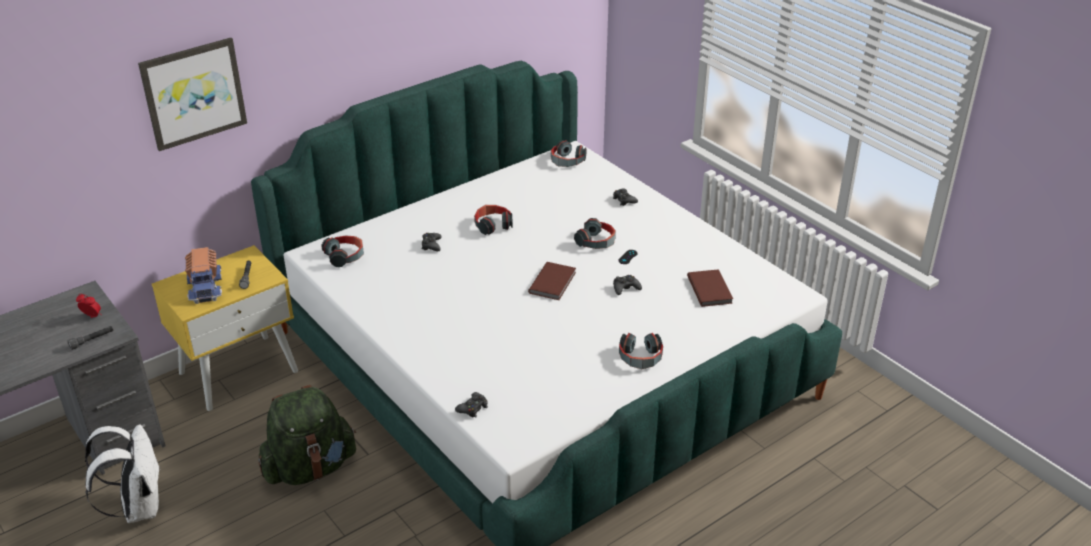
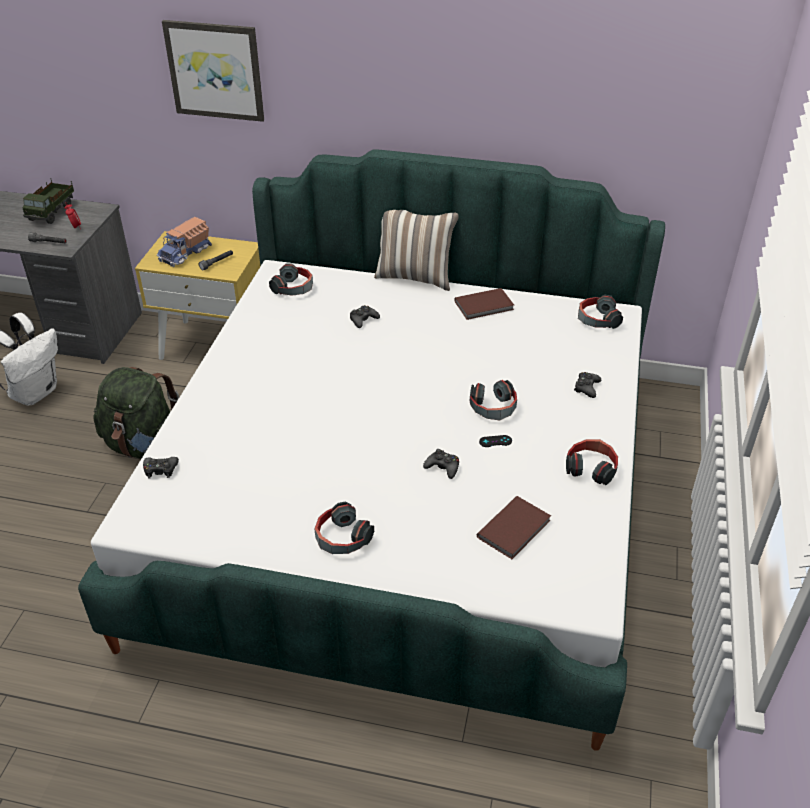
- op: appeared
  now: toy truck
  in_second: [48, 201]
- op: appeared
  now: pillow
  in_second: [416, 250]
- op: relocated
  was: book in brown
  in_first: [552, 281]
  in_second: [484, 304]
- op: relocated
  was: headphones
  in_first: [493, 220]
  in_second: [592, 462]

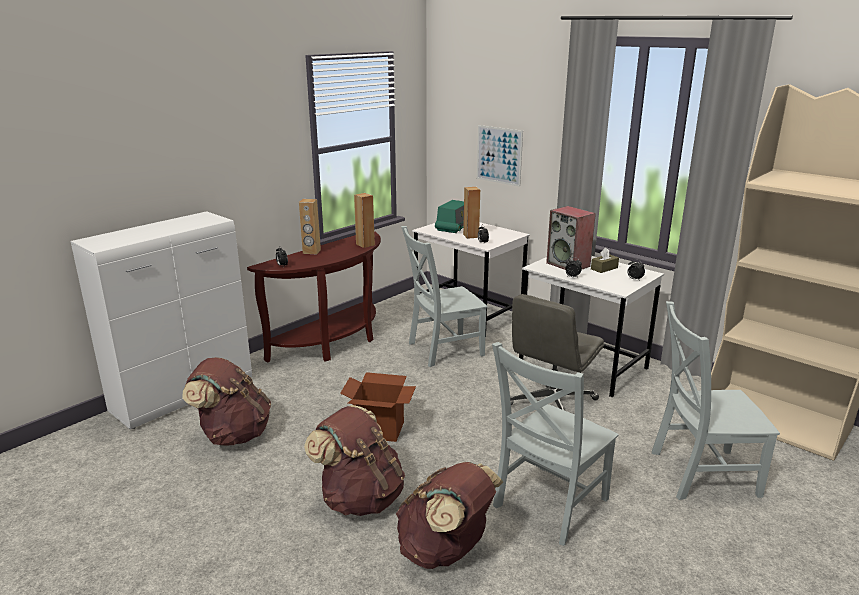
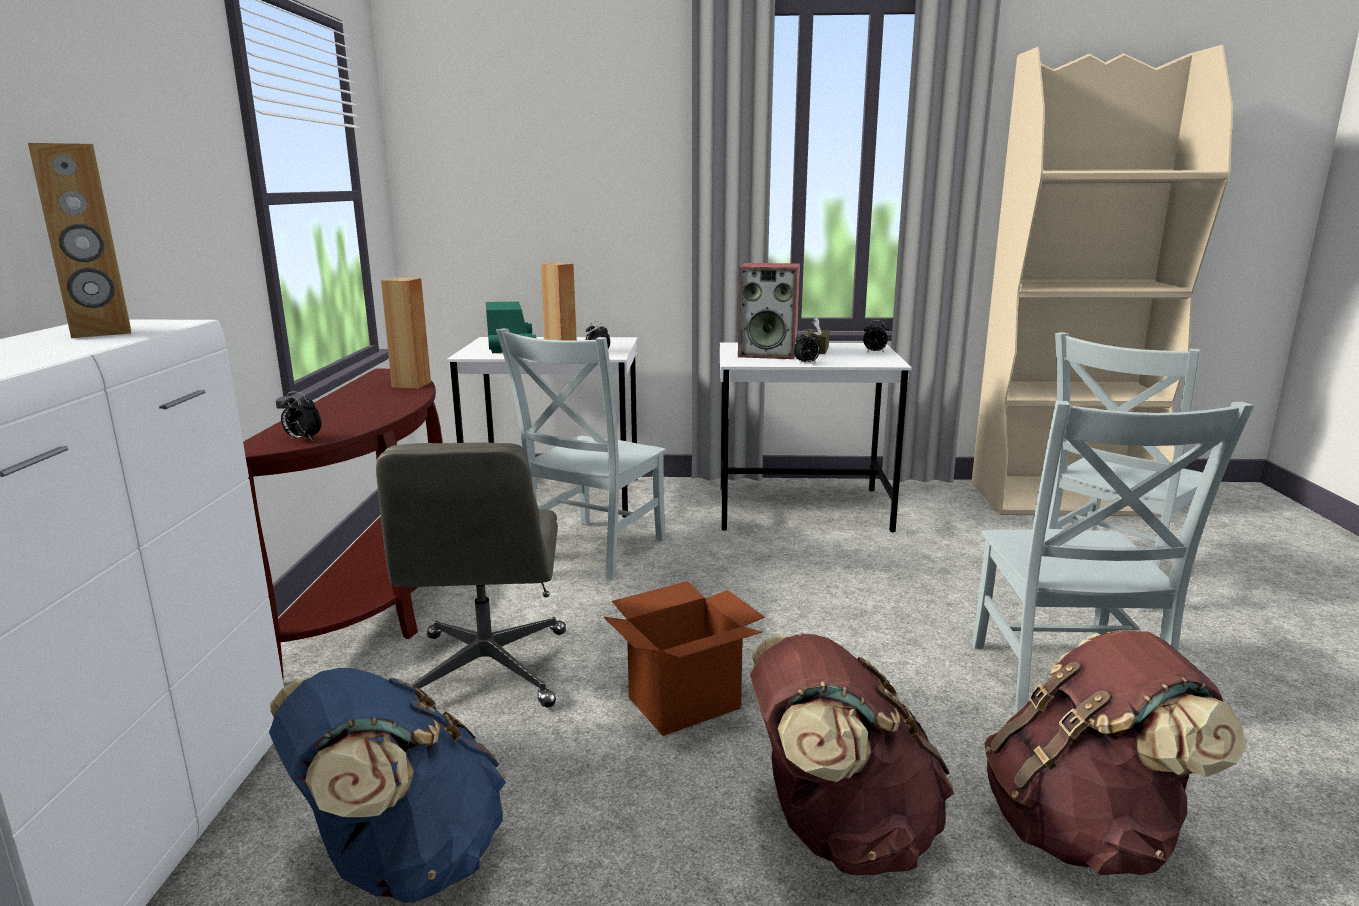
- op: relocated
  was: speaker in brown
  in_first: [310, 226]
  in_second: [79, 240]
- op: colour
  was: backpack in brown
  now: backpack in blue
  in_first: [226, 401]
  in_second: [387, 785]
- op: relocated
  was: office chair in grey
  in_first: [557, 352]
  in_second: [471, 574]
- op: missing
  was: picture
  in_first: [500, 156]

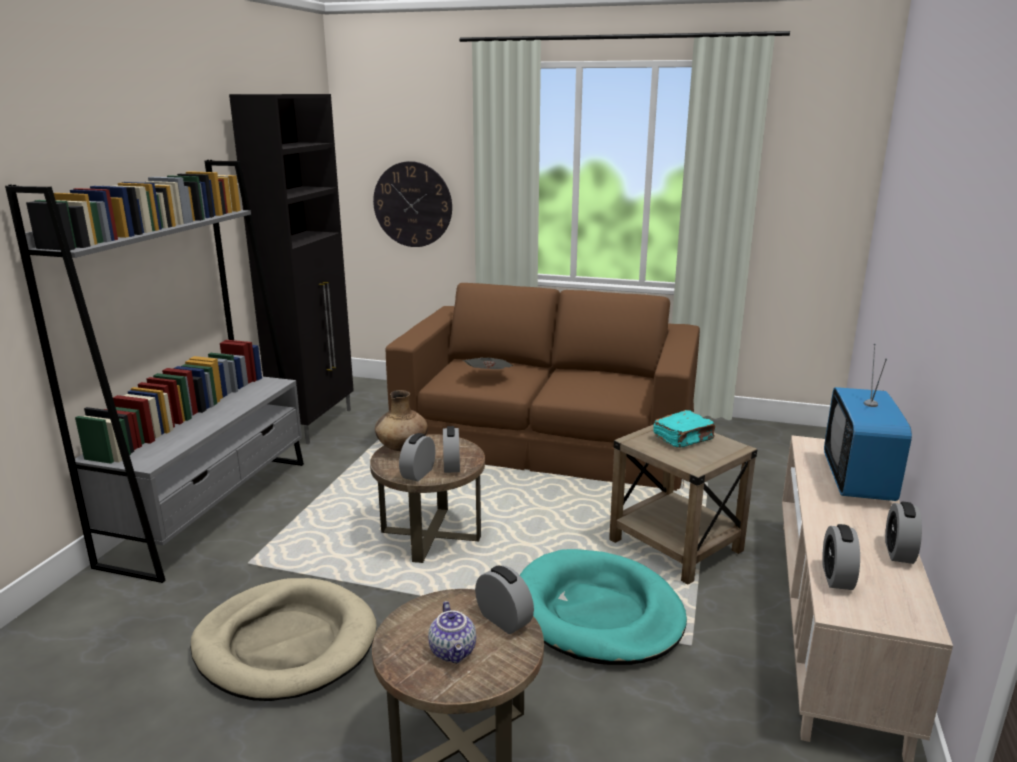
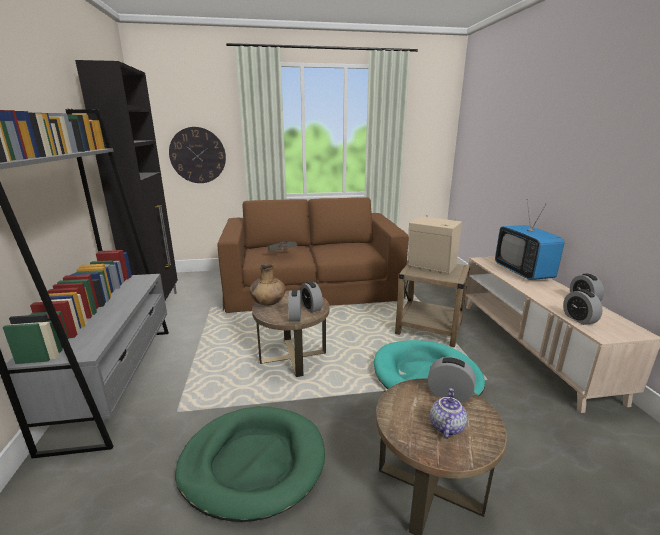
- op: colour
  was: dog bed in beige
  now: dog bed in green
  in_first: [283, 639]
  in_second: [250, 464]
- op: exchanged
  was: book in turquoise
  now: speaker in beige
  in_first: [684, 429]
  in_second: [435, 244]
- op: spun
  was: teapot
  in_first: [452, 632]
  in_second: [448, 413]
  clockwise: -120

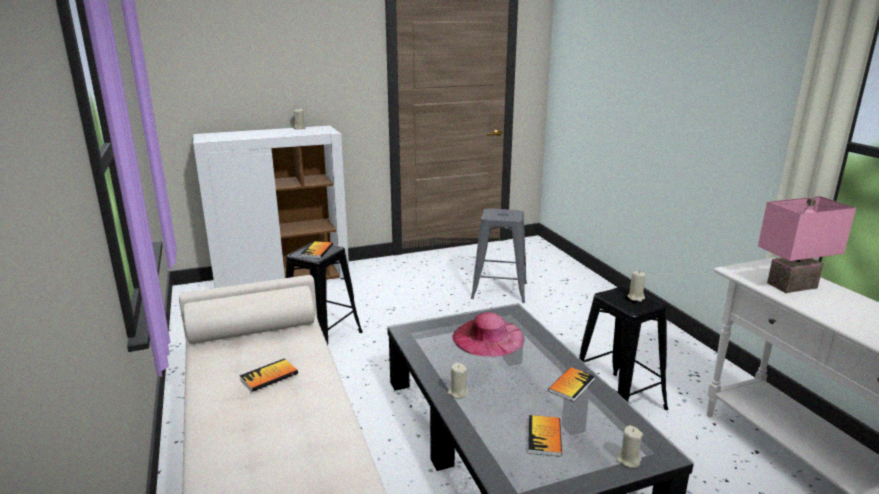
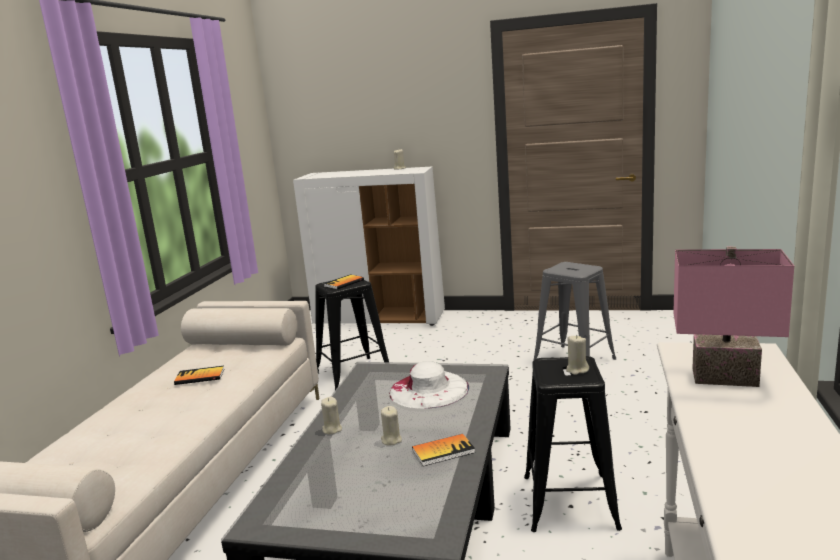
- op: relocated
  was: candle in beige
  in_first: [629, 447]
  in_second: [391, 425]
- op: colour
  was: hat in pink
  now: hat in white
  in_first: [488, 334]
  in_second: [429, 385]
- op: missing
  was: book
  in_first: [545, 436]

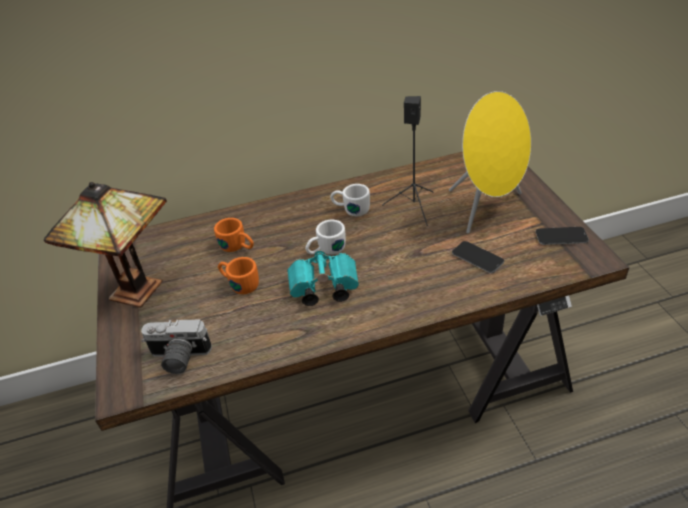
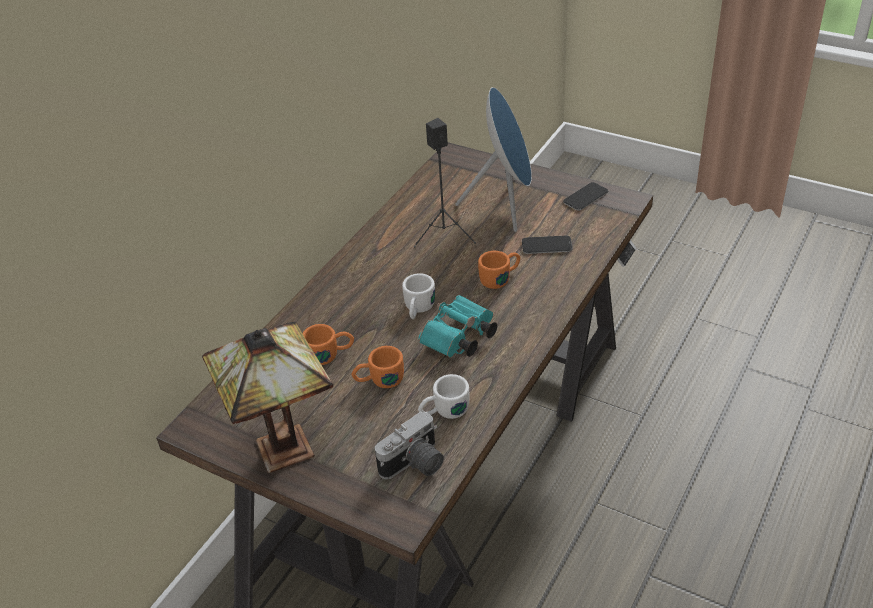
- op: relocated
  was: mug in white
  in_first: [350, 200]
  in_second: [443, 396]
- op: colour
  was: speaker in yellow
  now: speaker in blue
  in_first: [490, 162]
  in_second: [493, 159]
- op: appeared
  now: mug in orange
  in_second: [499, 270]

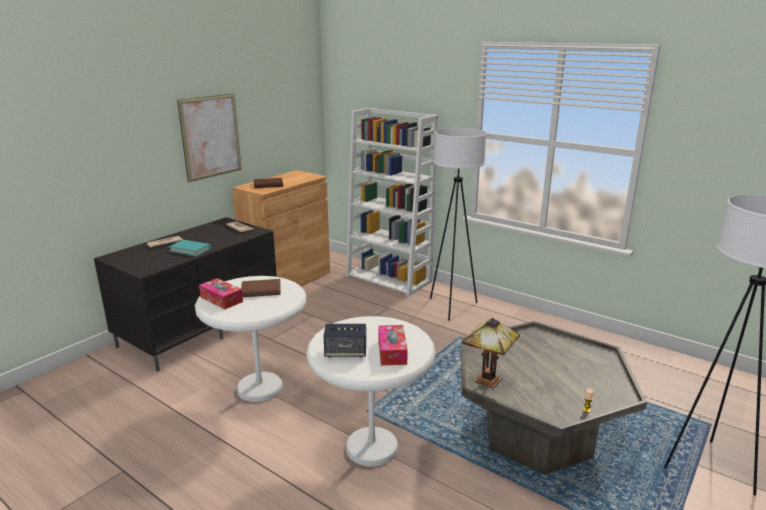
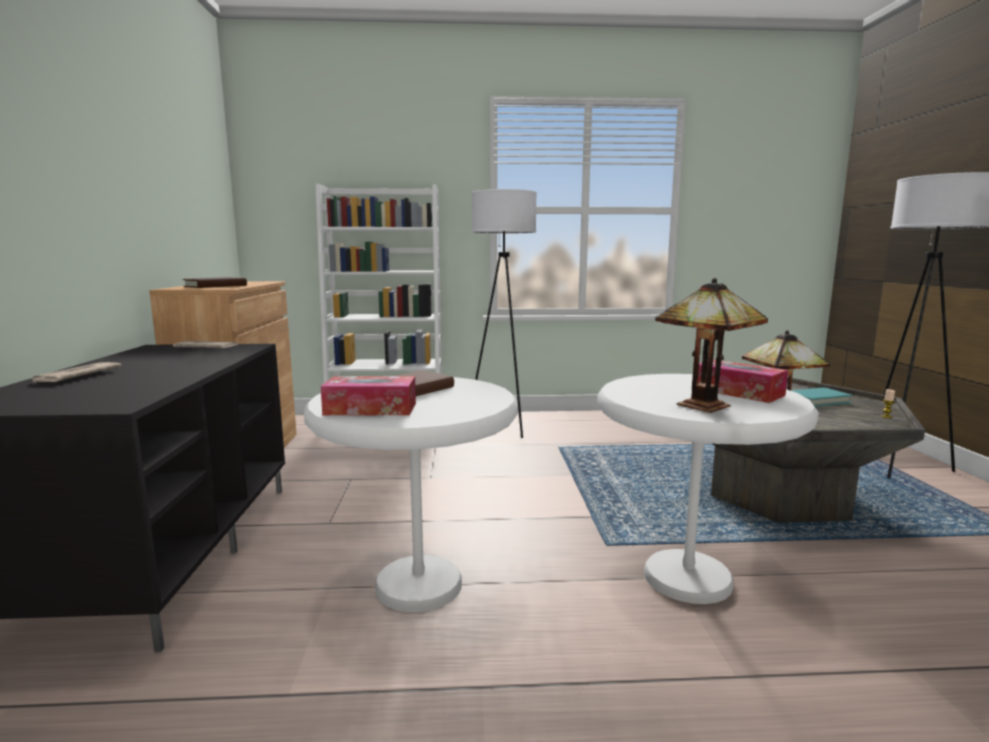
- op: exchanged
  was: speaker
  now: table lamp
  in_first: [345, 340]
  in_second: [711, 345]
- op: relocated
  was: book in turquoise
  in_first: [190, 248]
  in_second: [822, 397]
- op: missing
  was: picture
  in_first: [209, 138]

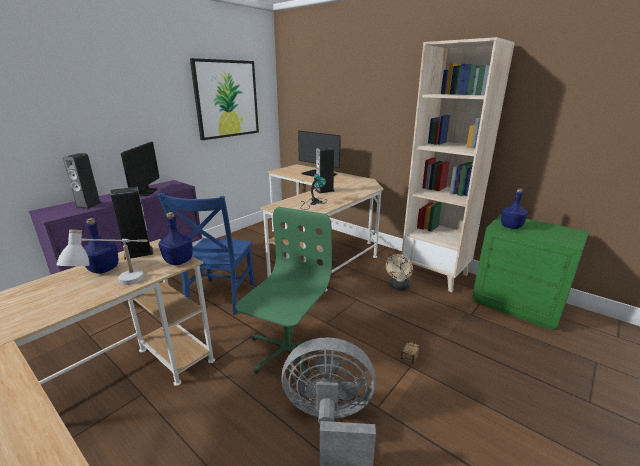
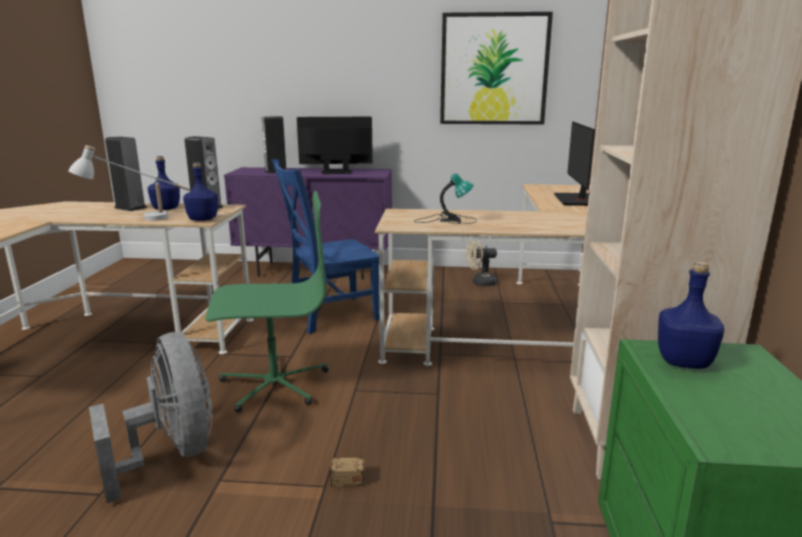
- op: relocated
  was: speaker
  in_first: [325, 170]
  in_second: [126, 173]
- op: spun
  was: monitor
  in_first: [140, 169]
  in_second: [335, 145]
  clockwise: -150
- op: relocated
  was: fan in beige
  in_first: [399, 272]
  in_second: [481, 263]

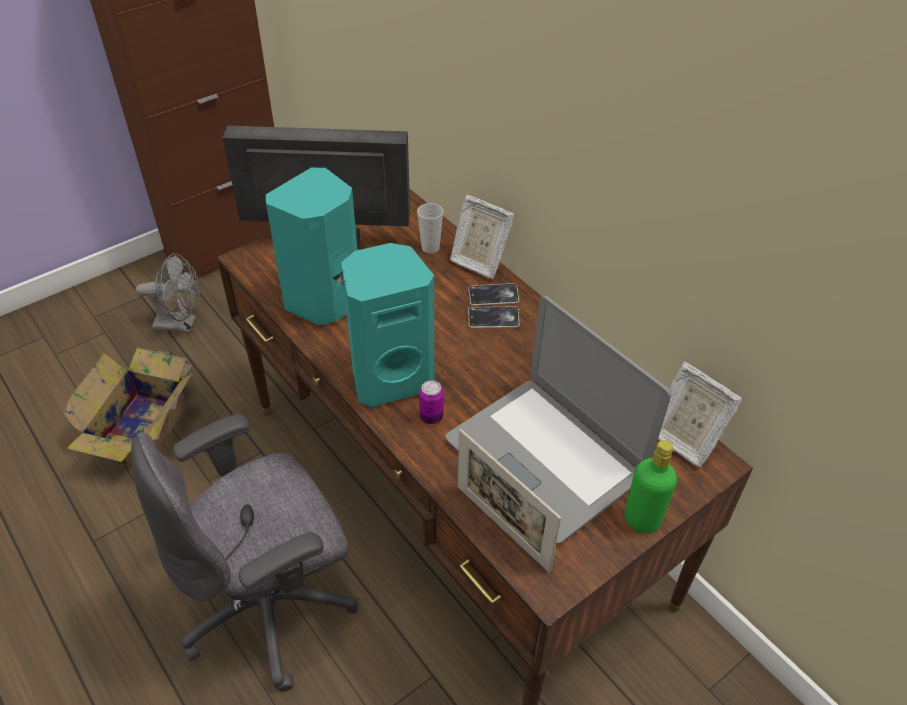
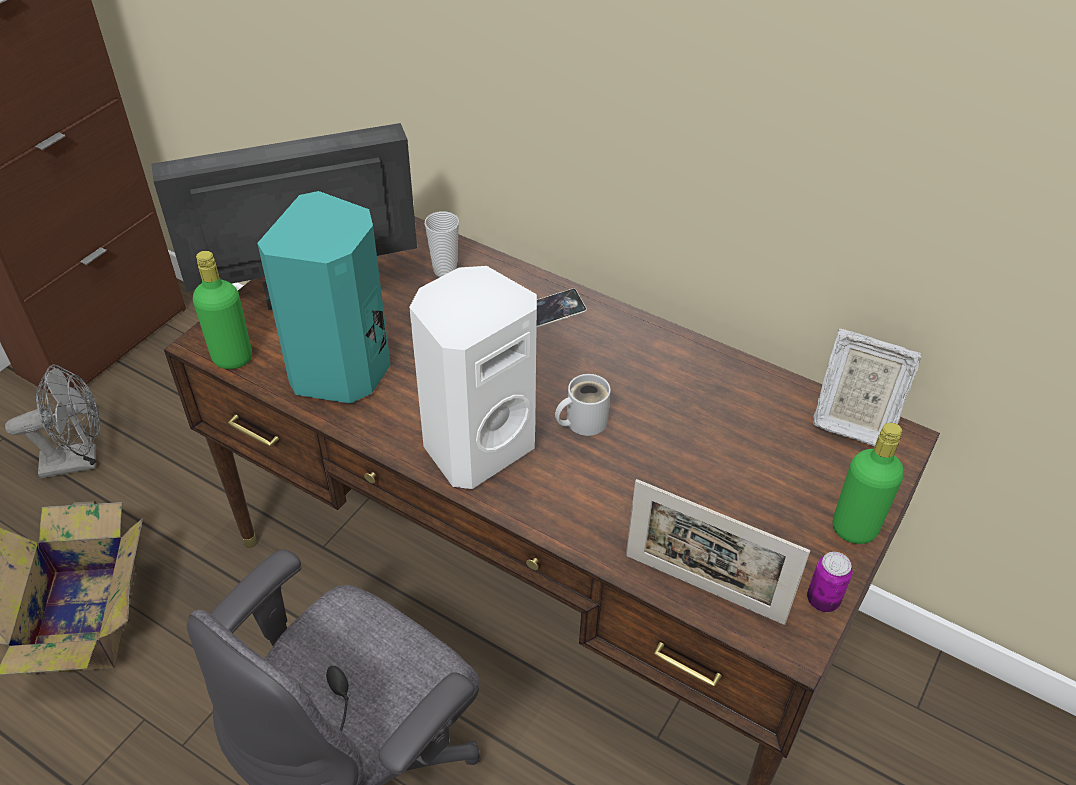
- op: appeared
  now: bottle in green
  in_second: [222, 310]
- op: colour
  was: speaker in turquoise
  now: speaker in white
  in_first: [387, 325]
  in_second: [473, 377]
- op: appeared
  now: mug in white
  in_second: [583, 405]
- op: relocated
  was: can
  in_first: [431, 402]
  in_second: [830, 582]
- op: missing
  was: laptop
  in_first: [558, 420]
- op: missing
  was: picture frame
  in_first: [482, 237]
- op: missing
  was: phone
  in_first: [493, 317]

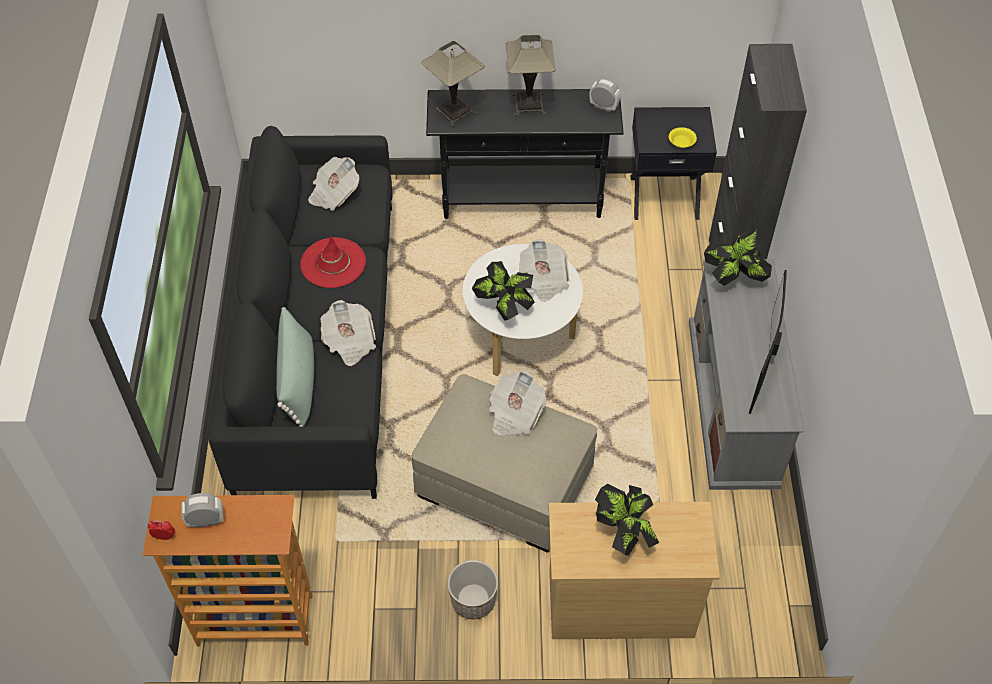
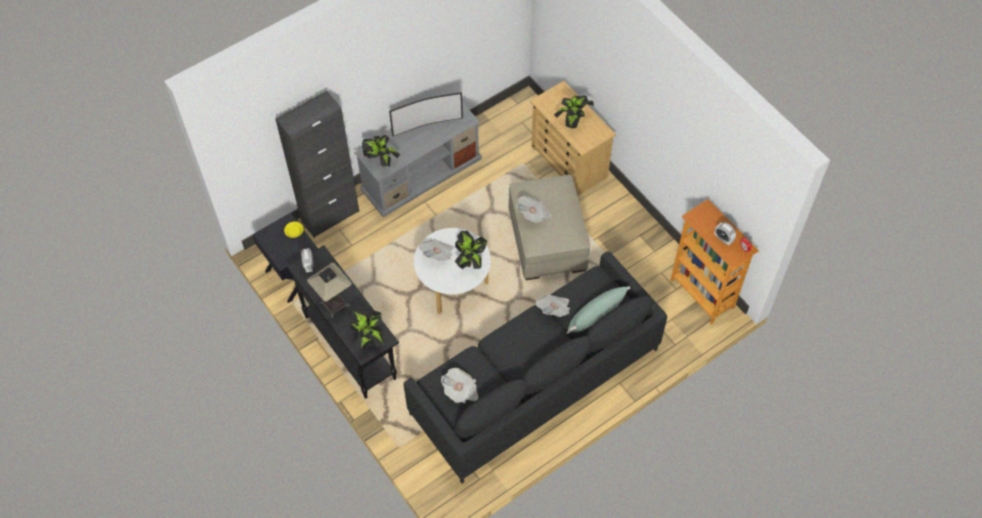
- op: exchanged
  was: table lamp
  now: potted plant
  in_first: [453, 84]
  in_second: [366, 329]
- op: missing
  was: hat in red
  in_first: [333, 262]
- op: missing
  was: planter
  in_first: [473, 589]

